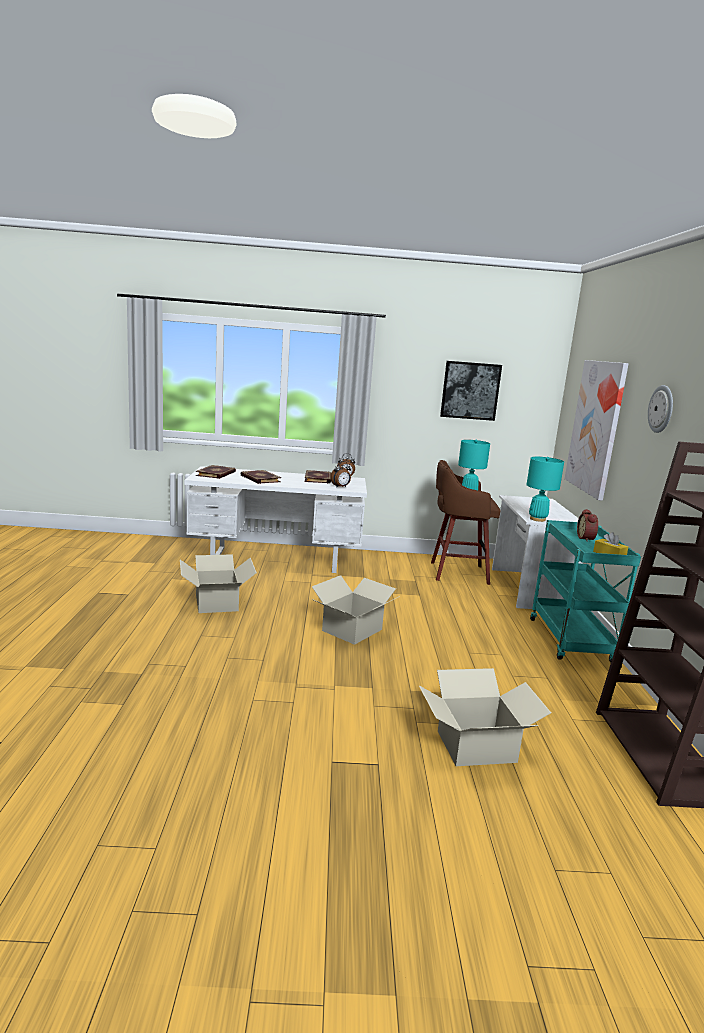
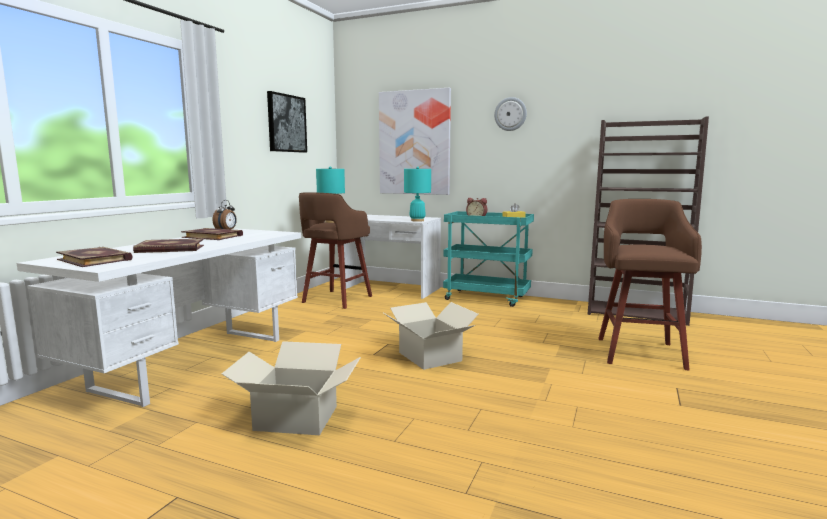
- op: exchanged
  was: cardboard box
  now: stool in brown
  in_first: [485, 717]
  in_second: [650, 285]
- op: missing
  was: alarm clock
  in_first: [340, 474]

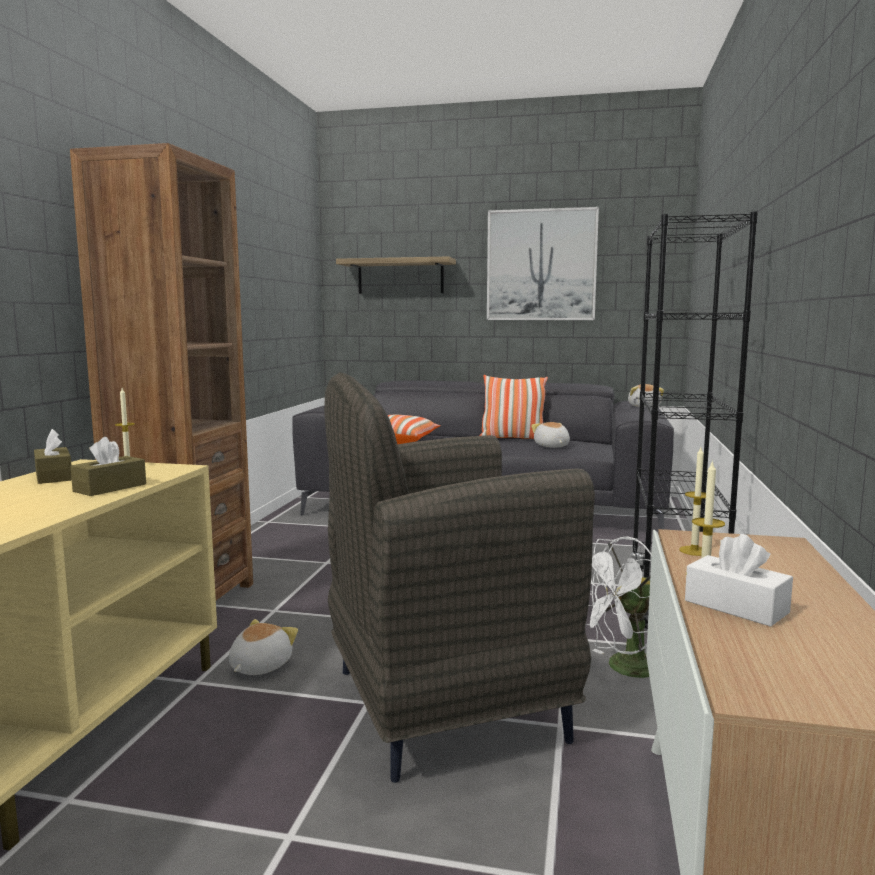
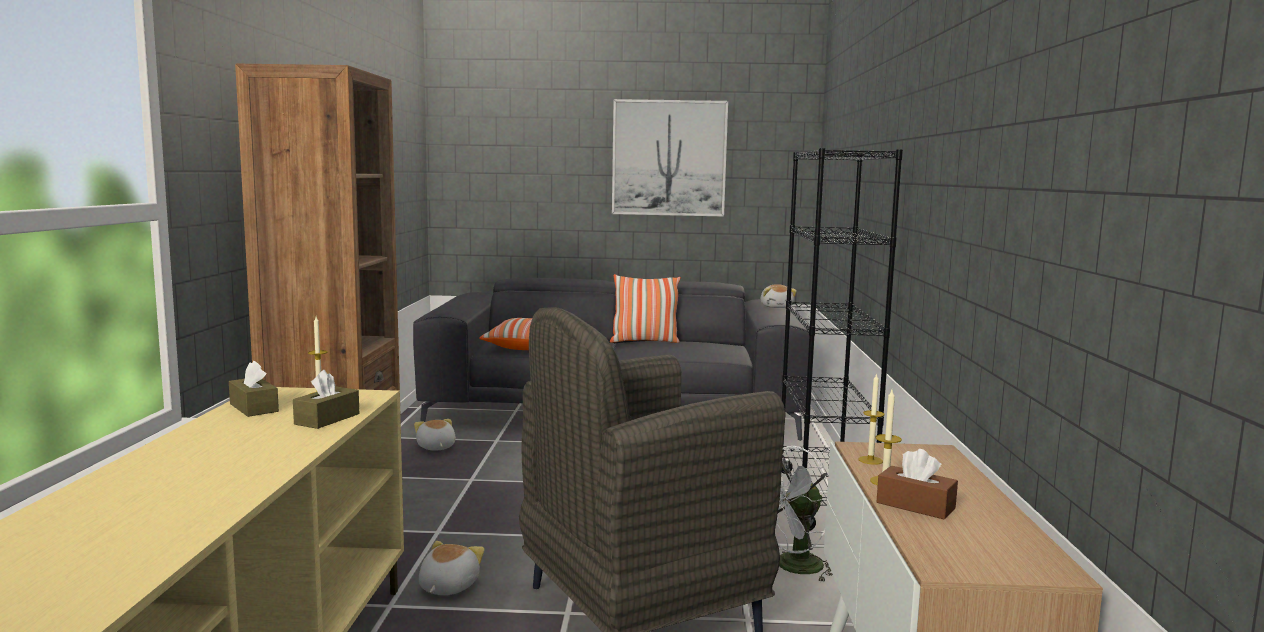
- op: relocated
  was: plush toy
  in_first: [550, 435]
  in_second: [435, 435]
- op: colour
  was: tissue box in white
  now: tissue box in brown
  in_first: [739, 580]
  in_second: [917, 484]
- op: missing
  was: shelf
  in_first: [396, 275]

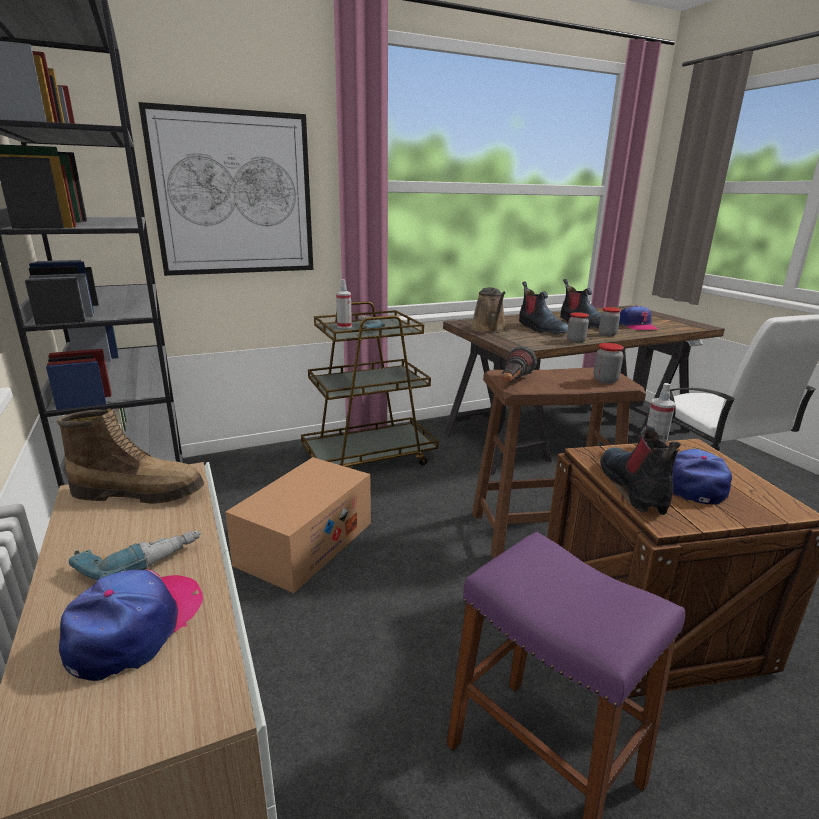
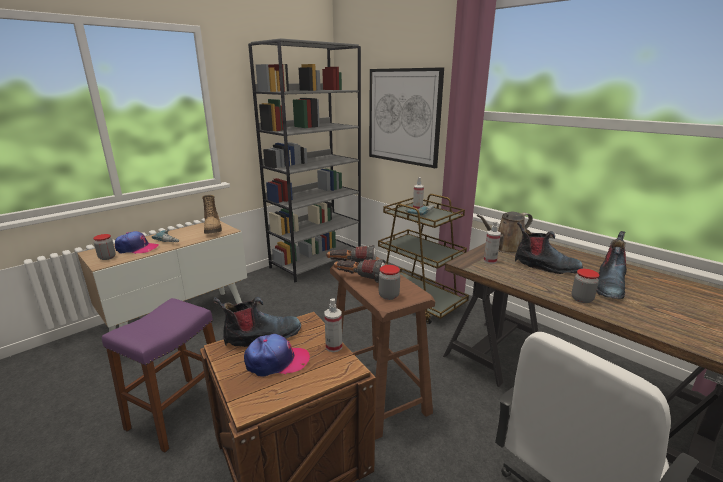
- op: relocated
  was: jar
  in_first: [578, 327]
  in_second: [104, 247]
- op: appeared
  now: flashlight
  in_second: [359, 271]
- op: appeared
  now: spray bottle
  in_second: [492, 242]
- op: spun
  was: boot
  in_first: [543, 308]
  in_second: [549, 248]
  clockwise: -105
- op: missing
  was: cardboard box
  in_first: [298, 525]
- op: missing
  was: cap
  in_first: [638, 317]

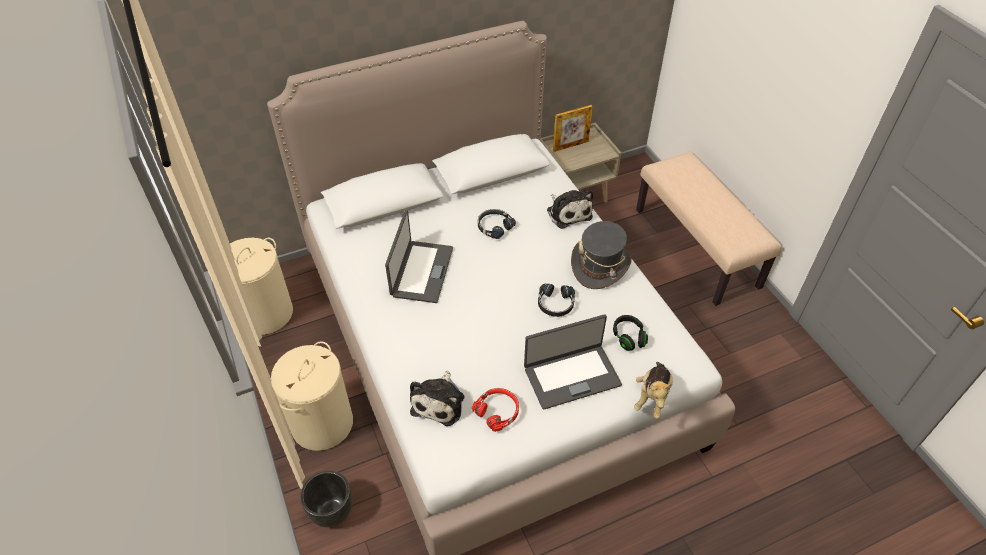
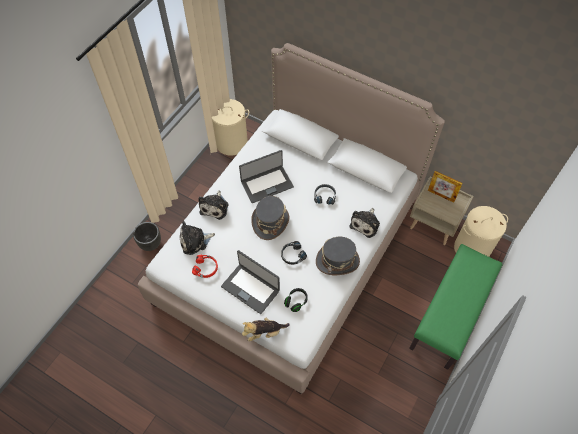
- op: appeared
  now: plush toy
  in_second: [213, 205]
- op: appeared
  now: hat in grey
  in_second: [270, 218]
- op: colour
  was: bench in beige
  now: bench in green
  in_first: [709, 229]
  in_second: [456, 307]
- op: relocated
  was: laundry basket in beige
  in_first: [312, 396]
  in_second: [481, 231]

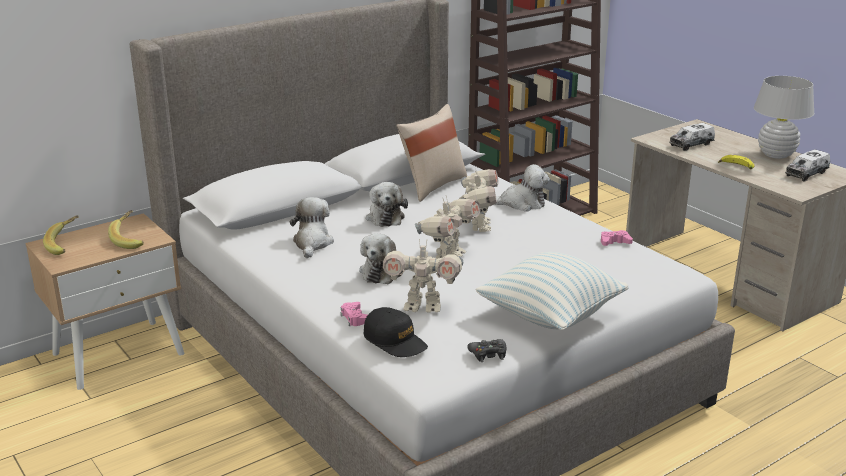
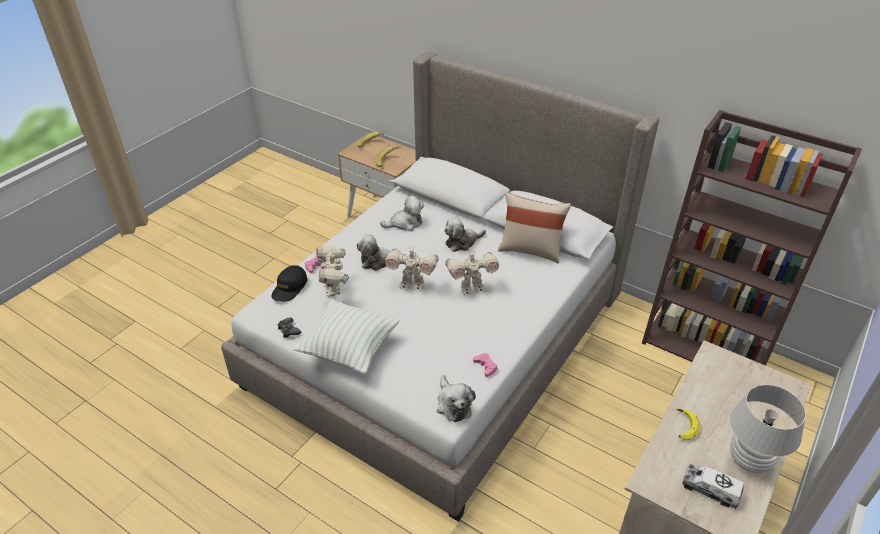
- op: relocated
  was: plush toy
  in_first: [522, 188]
  in_second: [456, 398]
- op: missing
  was: toy truck
  in_first: [692, 137]

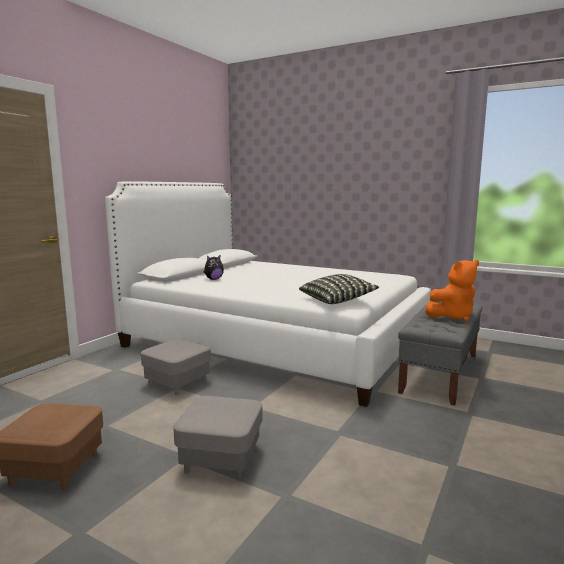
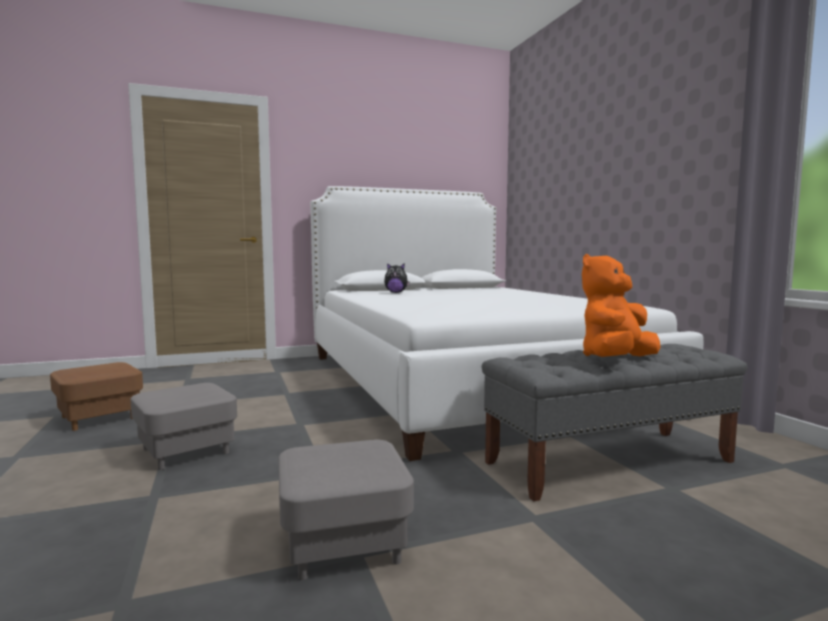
- op: relocated
  was: ottoman in grey
  in_first: [176, 367]
  in_second: [346, 510]
- op: spun
  was: plush toy in orange
  in_first: [452, 290]
  in_second: [621, 305]
  clockwise: 120
- op: missing
  was: pillow
  in_first: [339, 289]

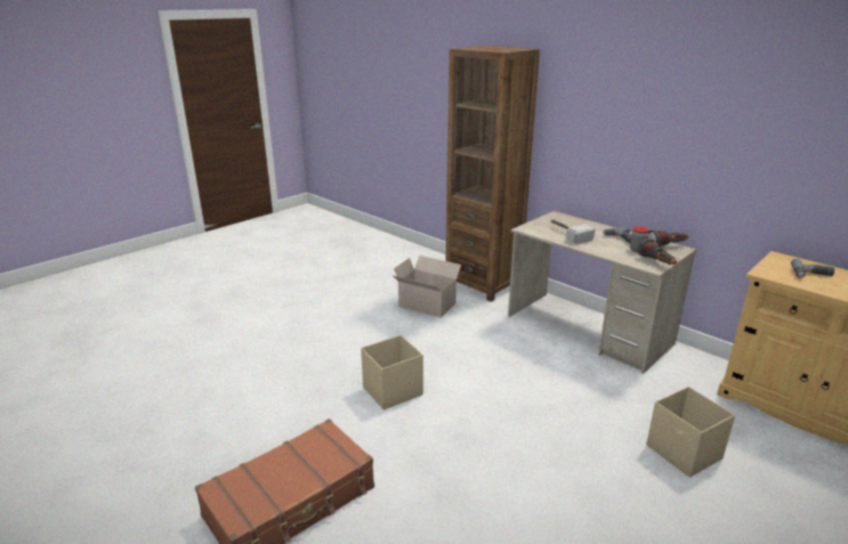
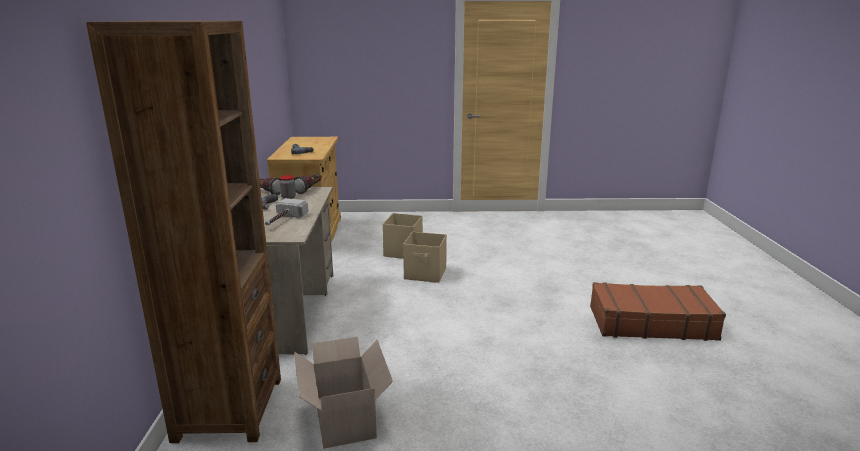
- op: relocated
  was: storage box in beige
  in_first: [392, 372]
  in_second: [425, 257]

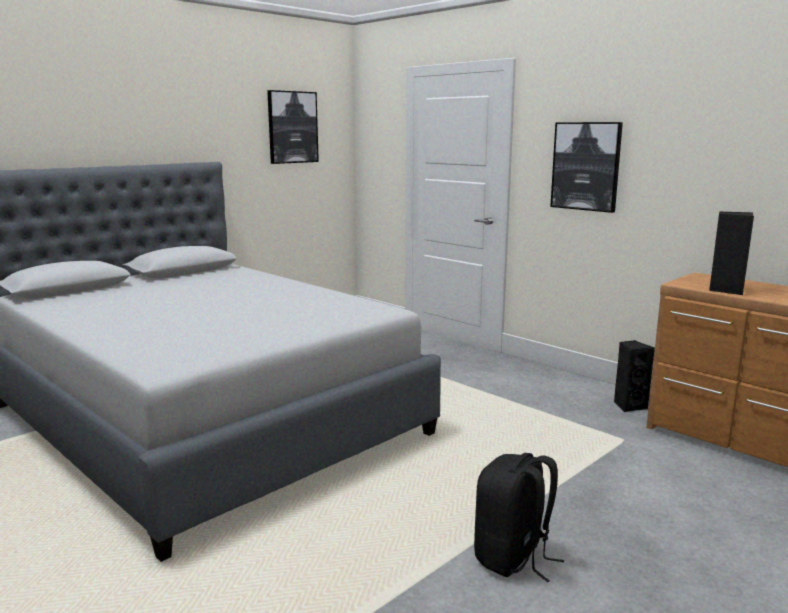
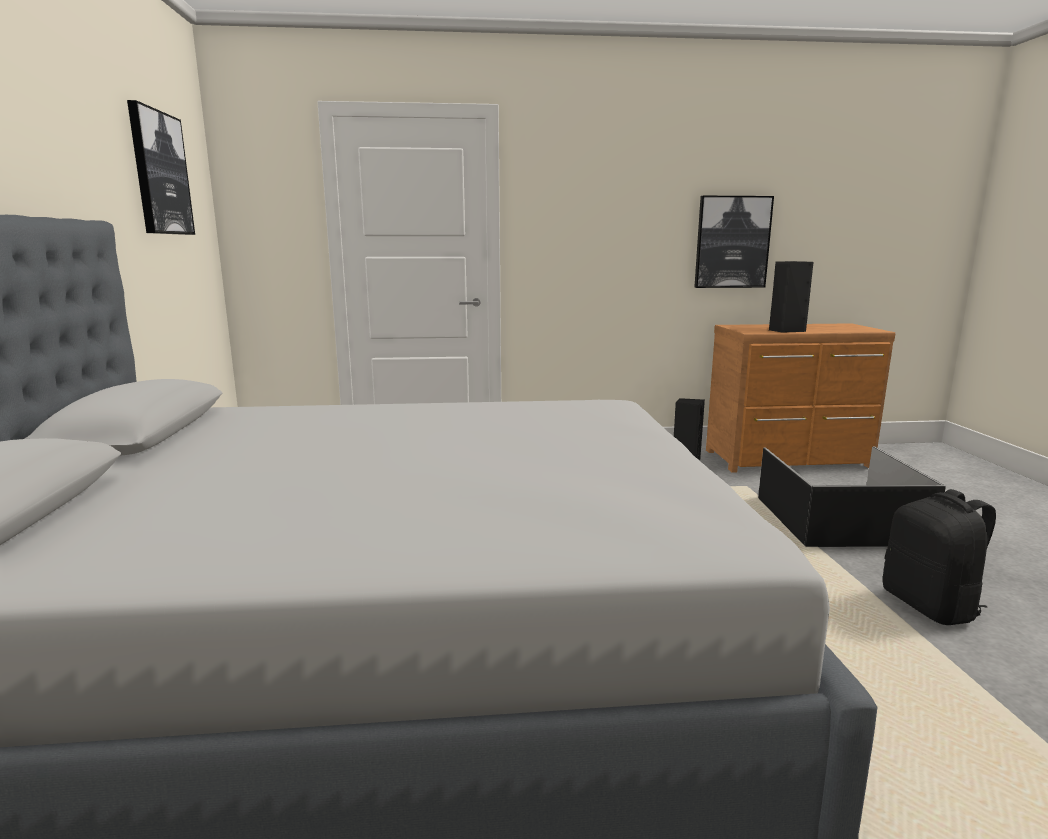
- op: relocated
  was: picture
  in_first: [586, 167]
  in_second: [734, 242]
- op: appeared
  now: storage box in black
  in_second: [852, 496]

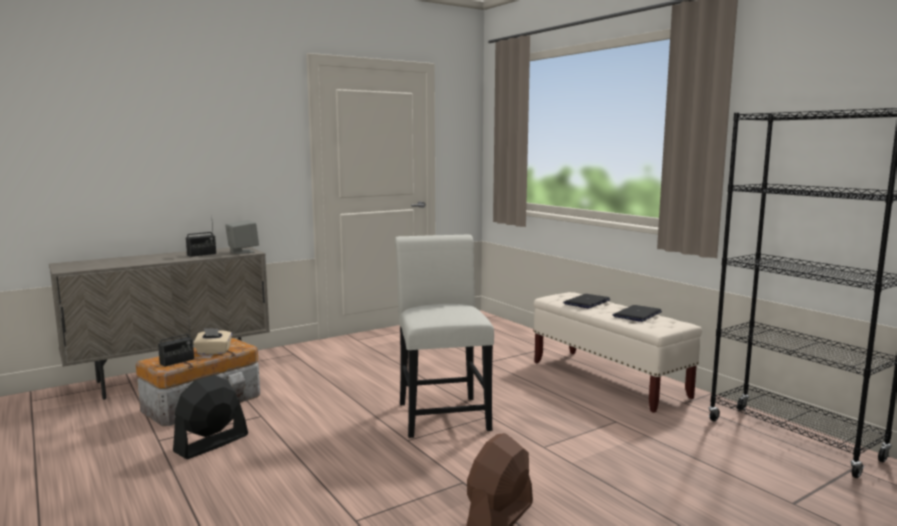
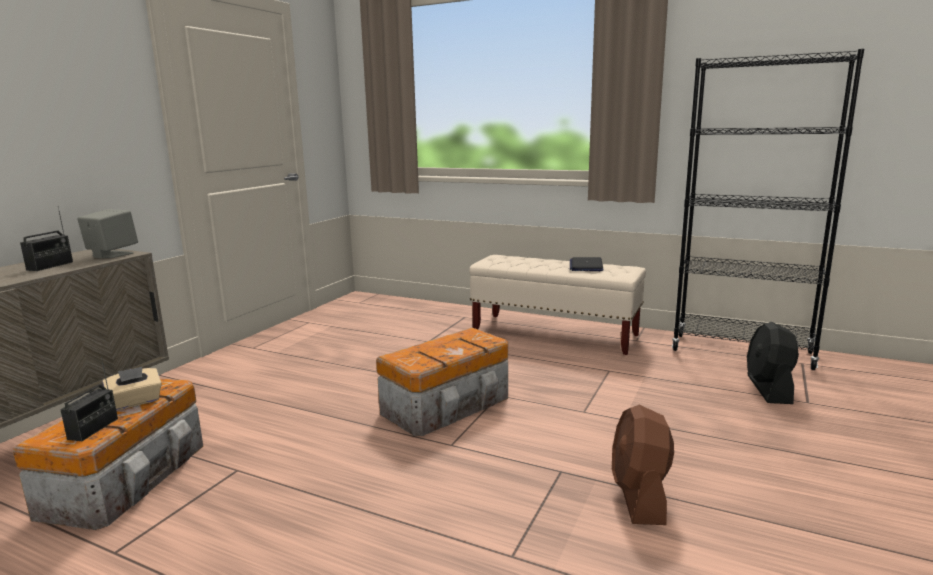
- op: exchanged
  was: chair in white
  now: storage box
  in_first: [444, 336]
  in_second: [442, 382]
- op: relocated
  was: fan in black
  in_first: [210, 417]
  in_second: [773, 363]
- op: missing
  was: laptop
  in_first: [586, 301]

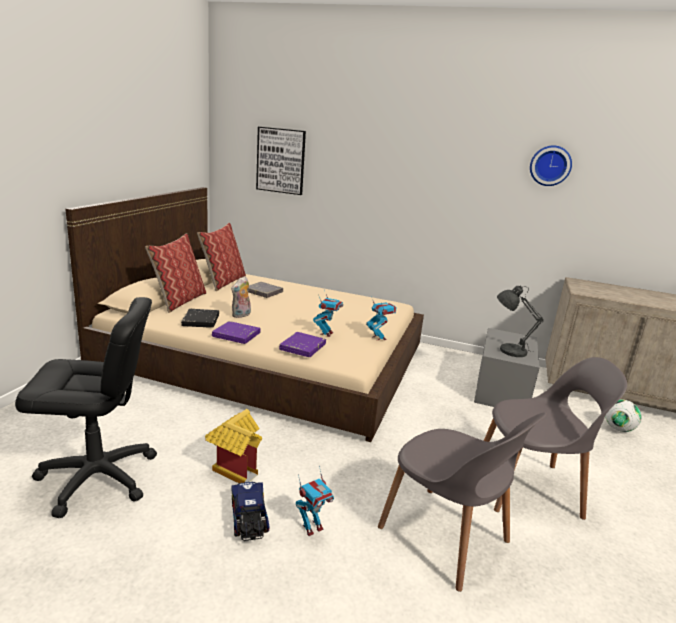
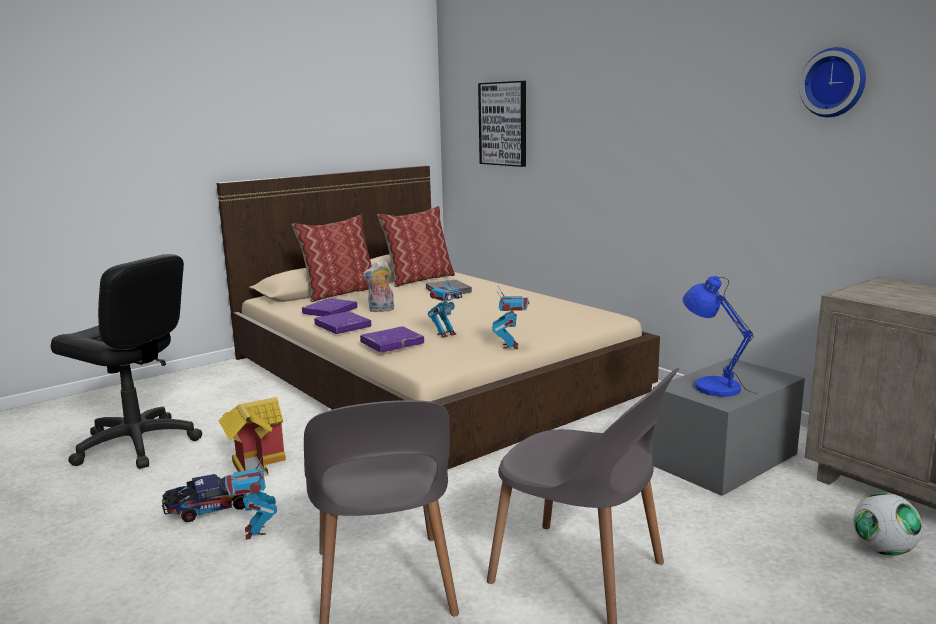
- op: spun
  was: toy truck
  in_first: [250, 511]
  in_second: [203, 498]
  clockwise: 45
- op: spun
  was: toy robot
  in_first: [315, 501]
  in_second: [250, 497]
  clockwise: 75
- op: colour
  was: book in black
  now: book in purple
  in_first: [200, 318]
  in_second: [329, 307]
- op: colour
  was: table lamp in grey
  now: table lamp in blue
  in_first: [520, 321]
  in_second: [720, 336]

